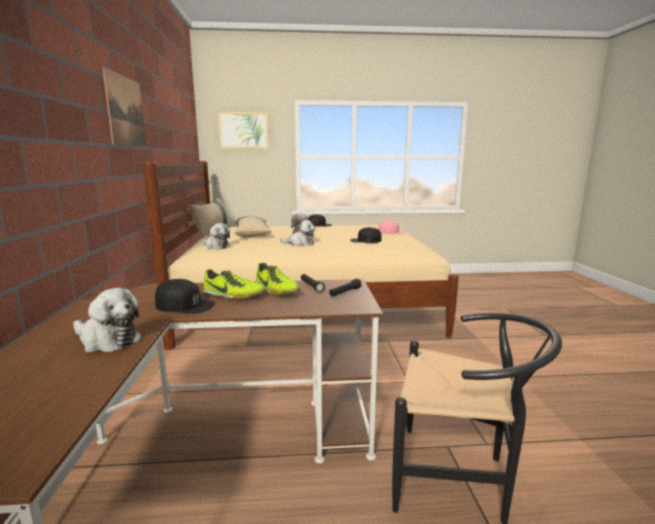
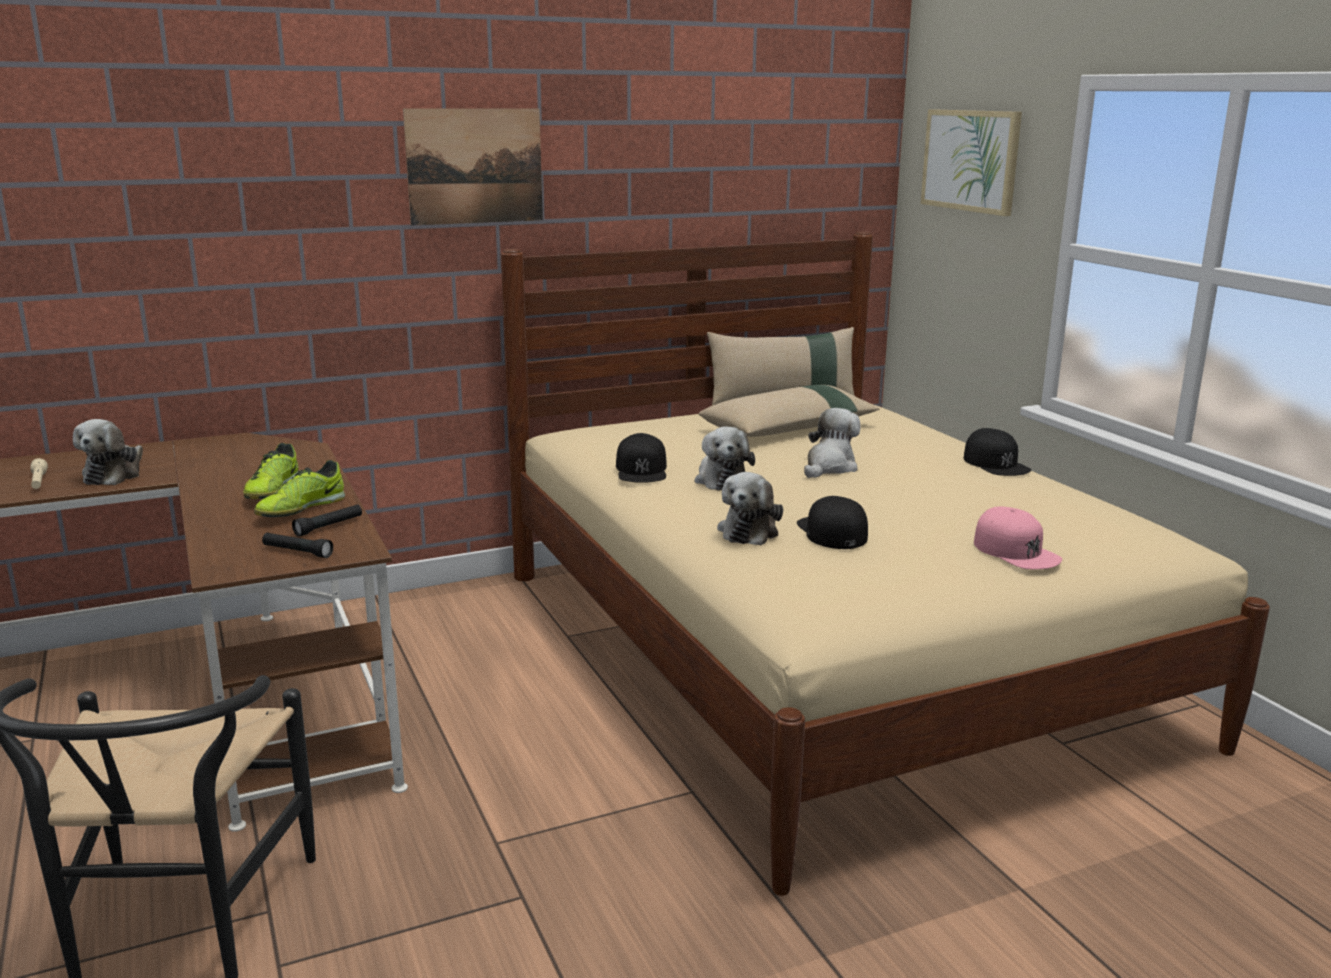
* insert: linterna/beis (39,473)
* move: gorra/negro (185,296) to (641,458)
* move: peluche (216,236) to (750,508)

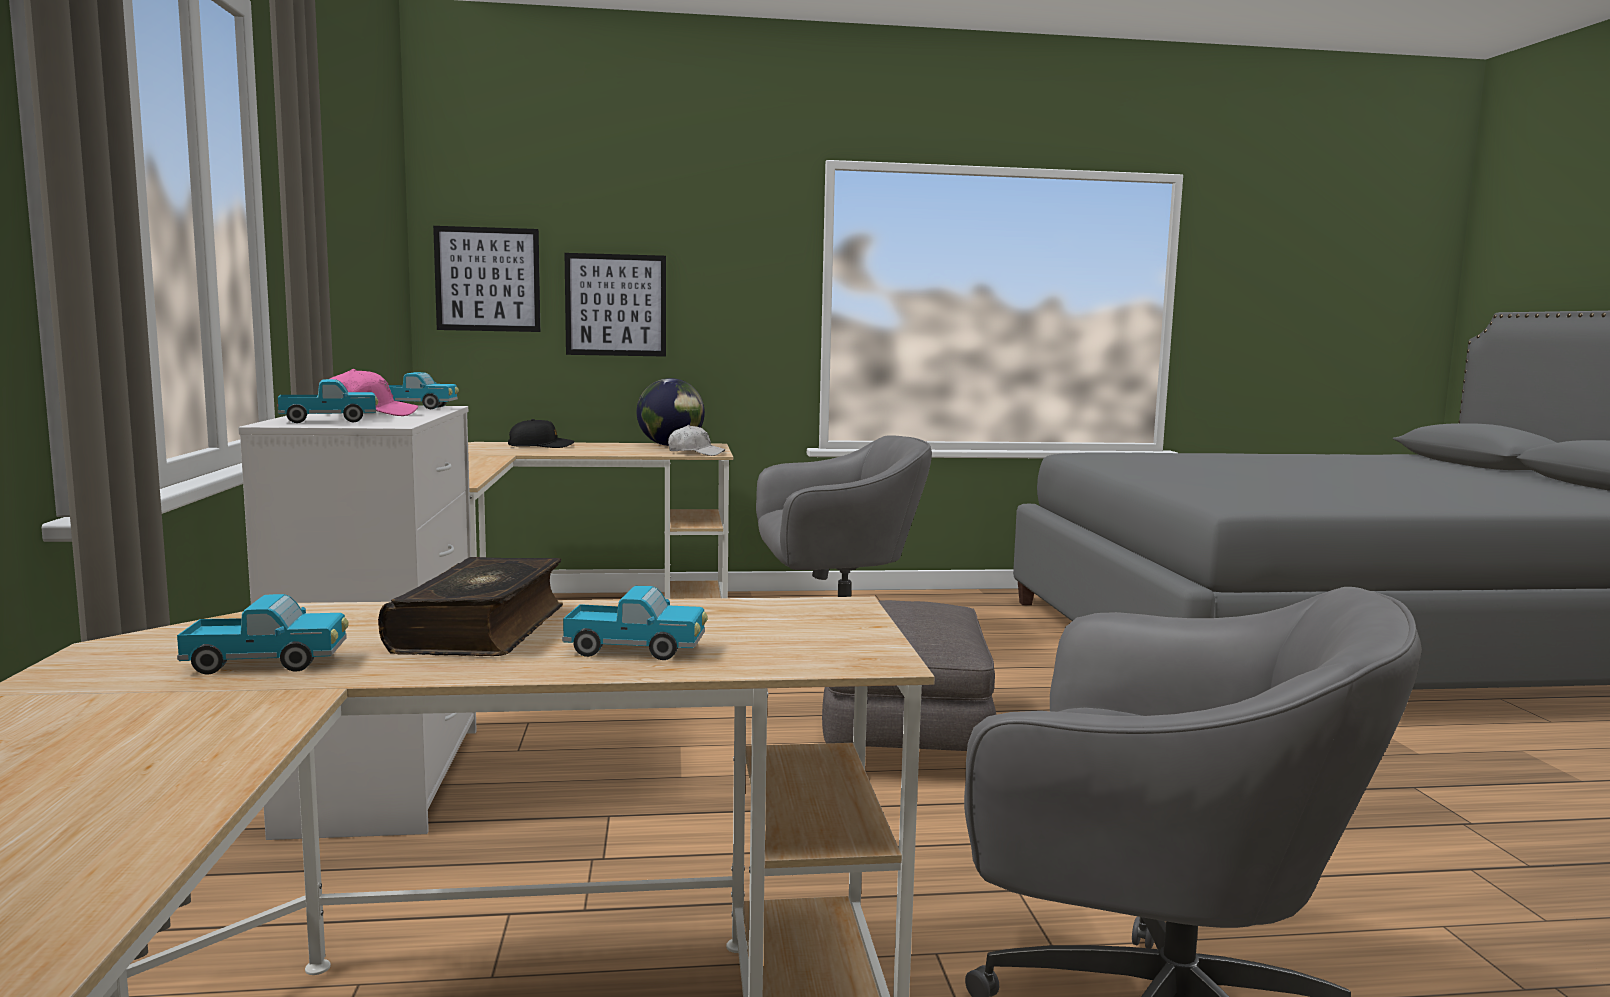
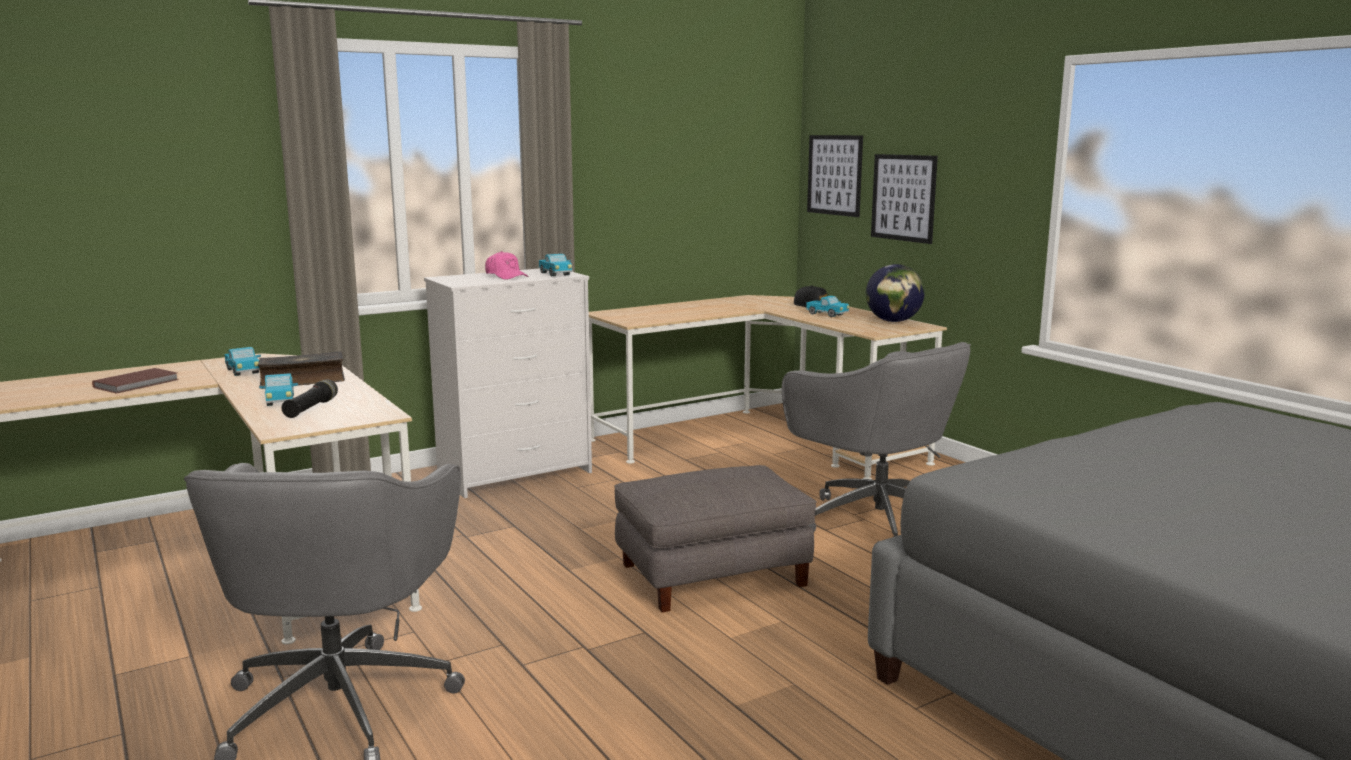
* delete: gorra/blanco (696,440)
* insert: libro/marrón (135,381)
* insert: linterna/negro (310,398)
* move: camión de juguete (327,401) to (828,306)

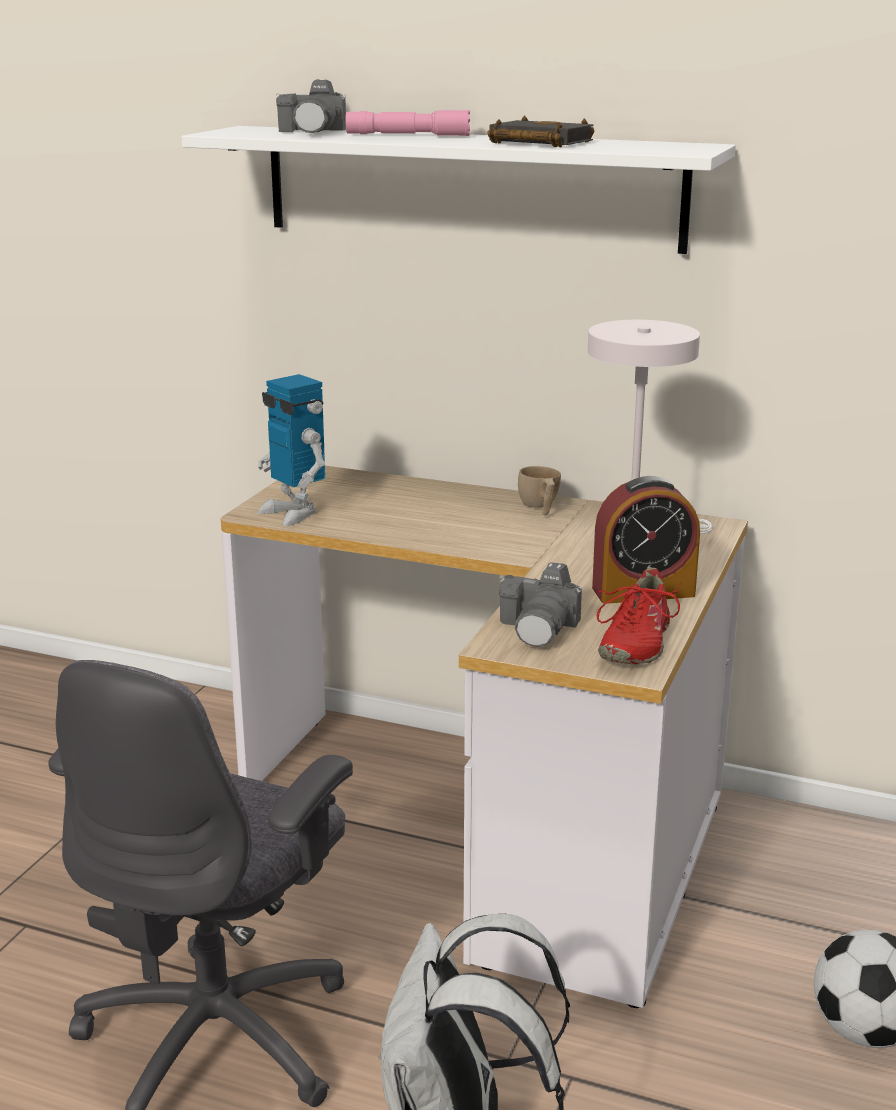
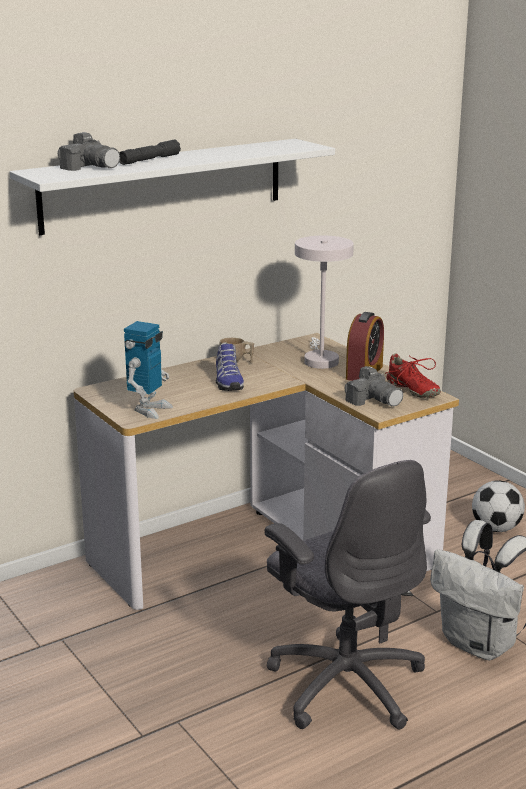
* delete: libro/negro (540,131)
* insert: zapato (230,366)
* recolor: linterna/rosa (408,123) to linterna/gris (150,152)
* rotate: robot de juguete (291,450) = (148,370) 60 degrees counterclockwise

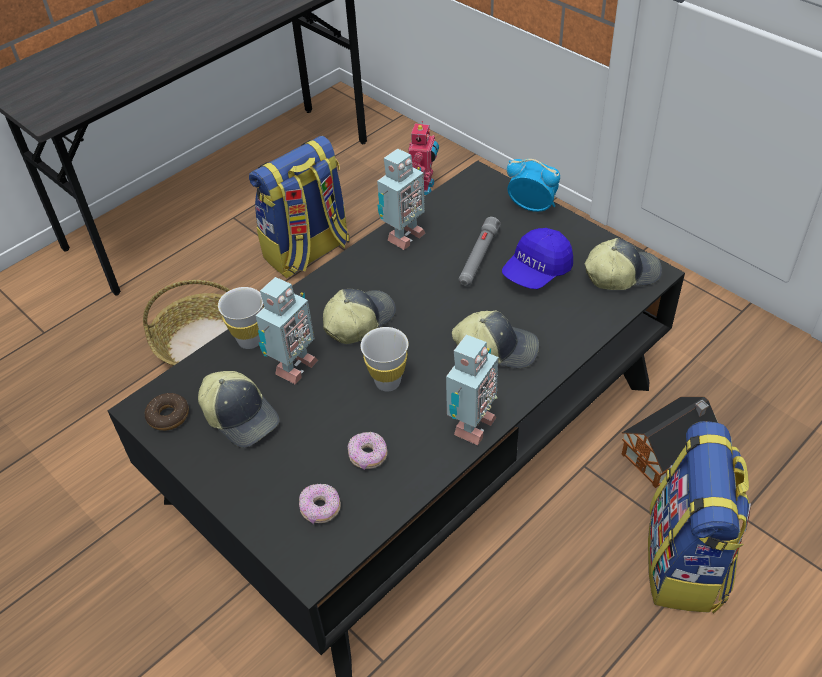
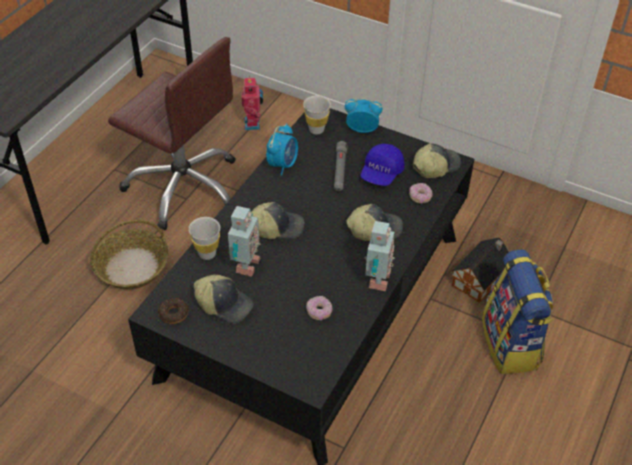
* move: rosquilla (320,504) to (421,193)
* move: taza/blanco (384,359) to (317,114)
* replace: mochila (299,207) to silla de oficina/marrón (172,133)
* replace: robot de juguete (401,199) to despertador (282,150)
* rotate: gorra (359,316) = (277,220) 60 degrees clockwise

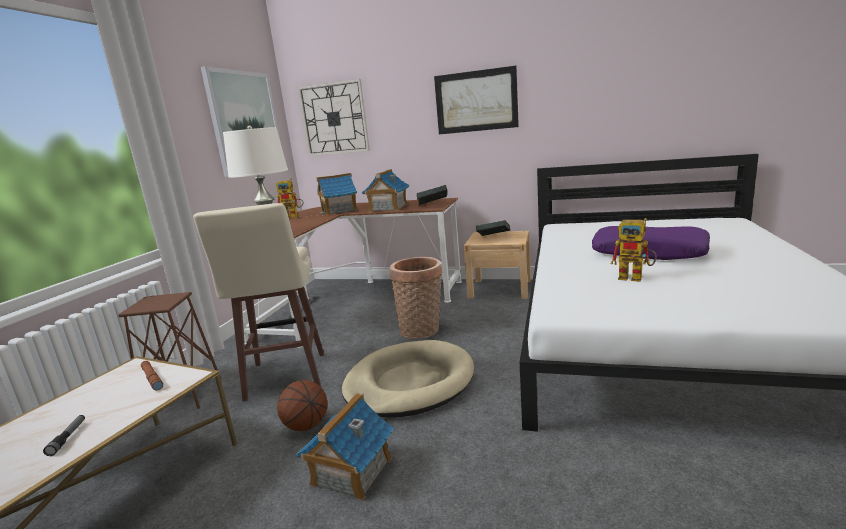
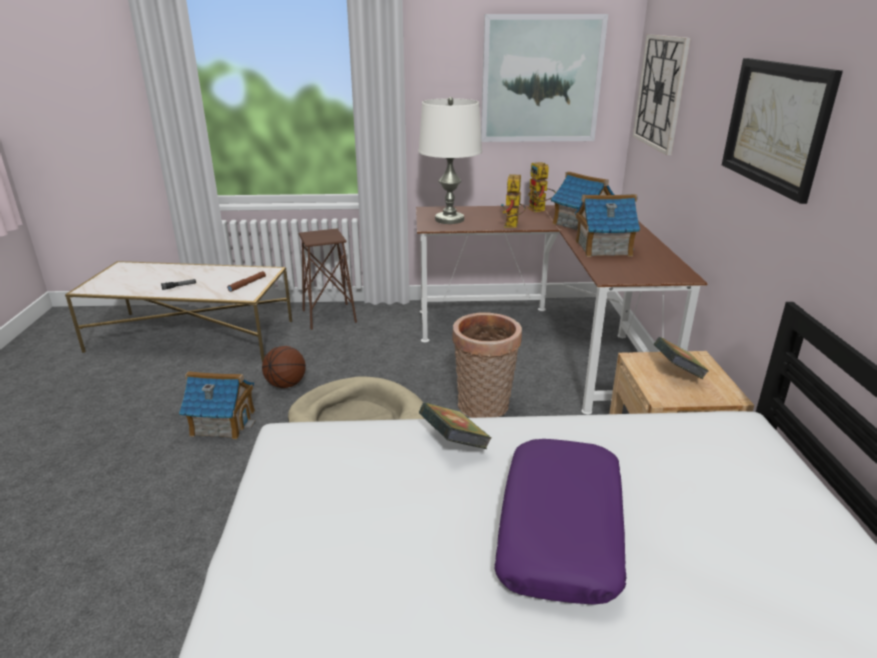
* delete: taburete/beis (258,302)
* move: libro (432,195) to (455,426)
* move: robot de juguete (634,250) to (513,201)

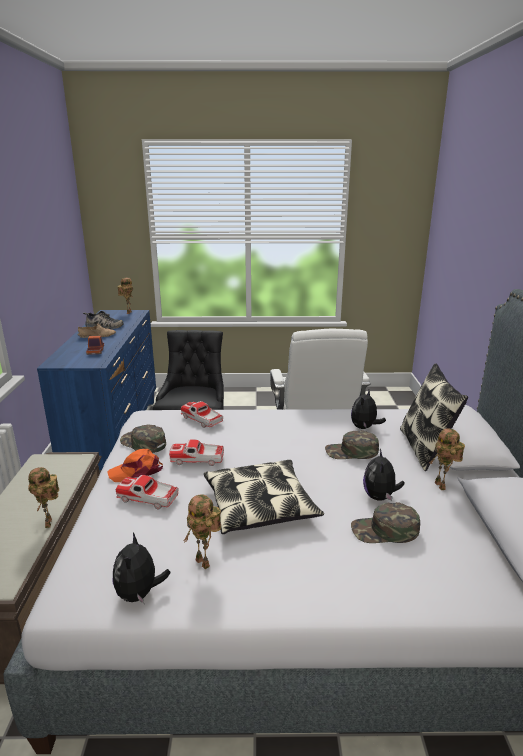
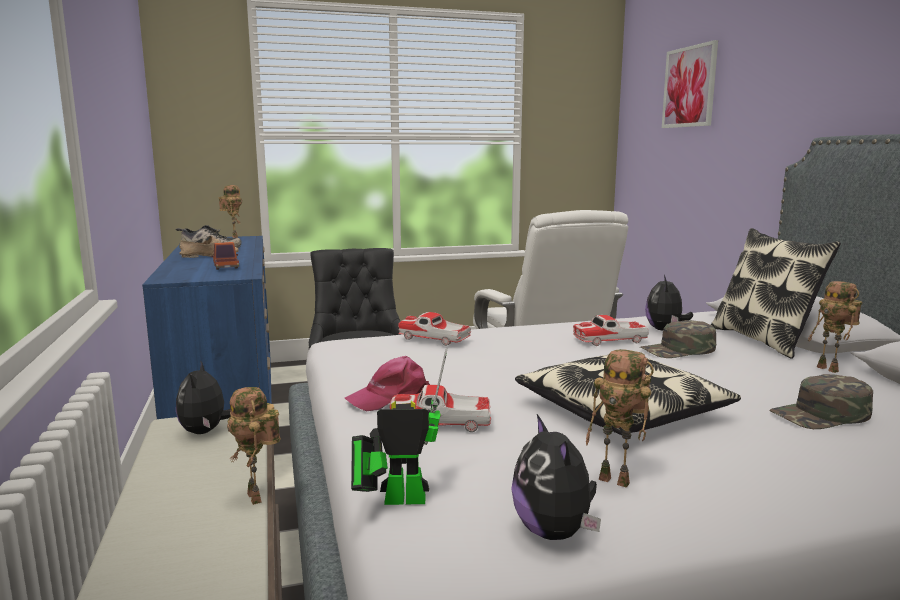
* delete: gorra/verde (143,439)
* insert: robot de juguete (399,426)
* insert: cuadro (690,84)
* move: coche de juguete (196,452) to (611,330)
* move: peluche (384,475) to (203,397)
* recolor: gorra/naranja (135,465) to gorra/rosa (387,383)

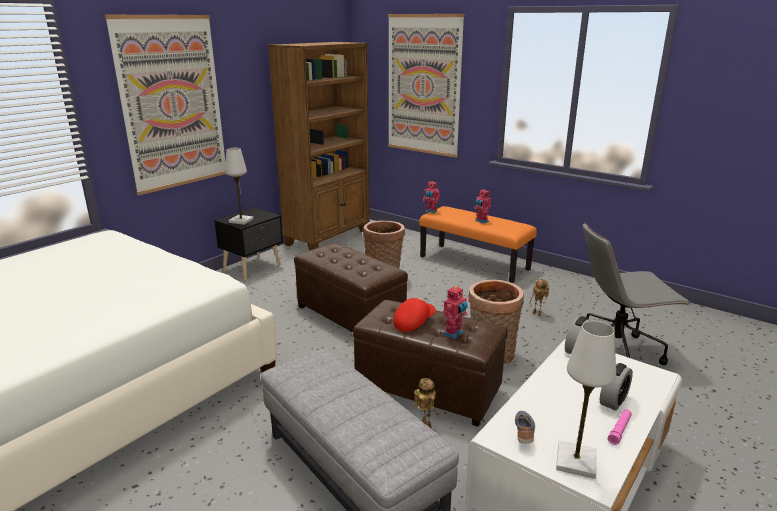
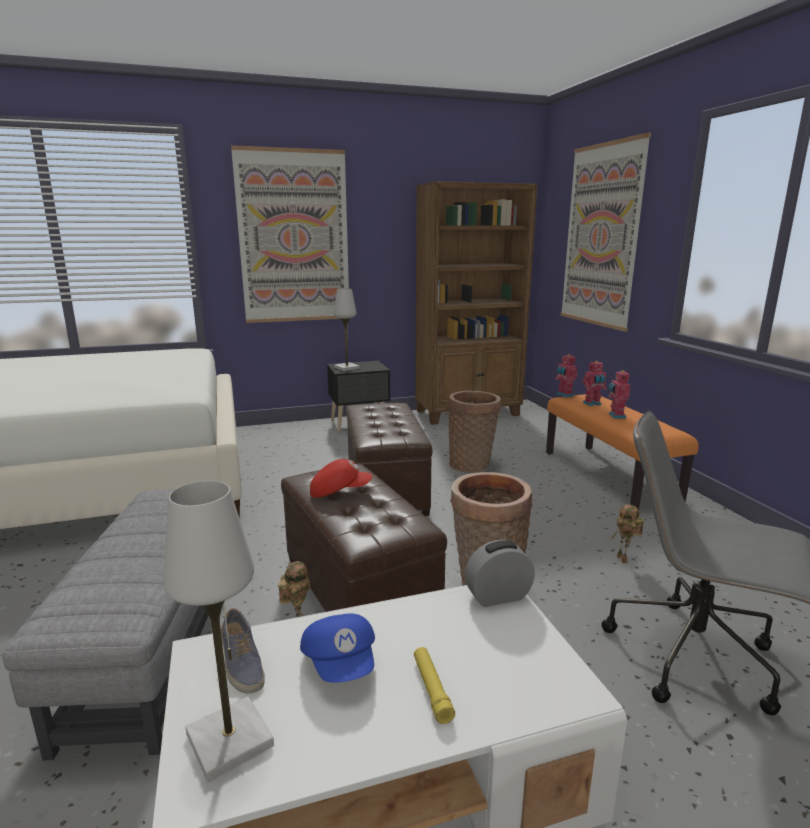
* delete: linterna/rosa (620,427)
* insert: gorra/azul (337,648)
* move: robot de juguete (455,312) to (595,383)
* replace: despertador (616,387) to linterna/amarillo (434,685)
* rotate: zapato (525,427) = (243,651) 105 degrees clockwise

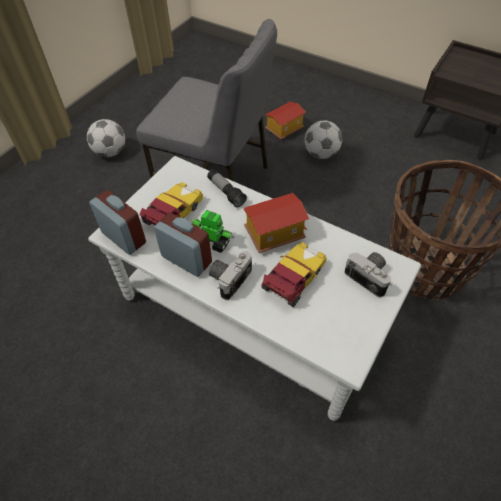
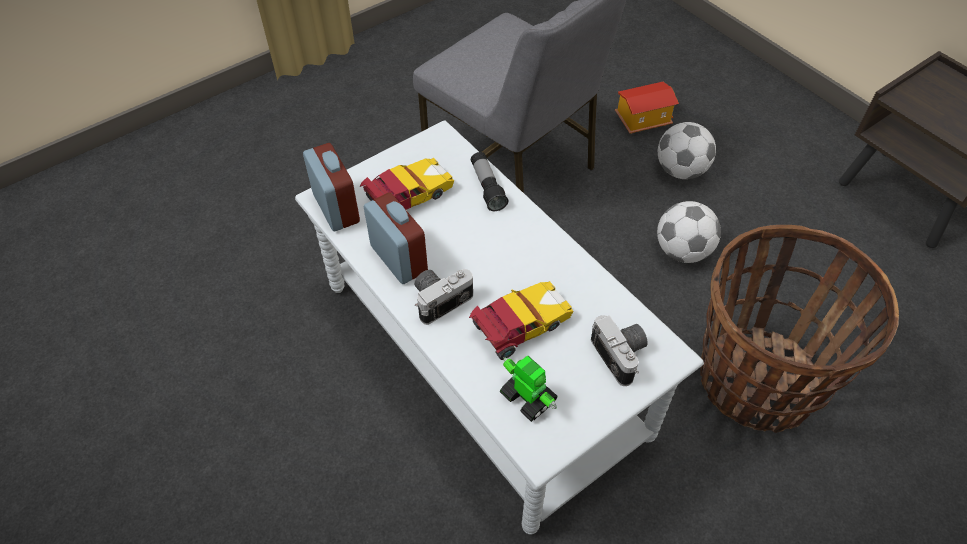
* delete: casita (276,223)
* move: balón de fútbol (106,138) to (689,232)
* move: robot de juguete (212,231) to (529,389)

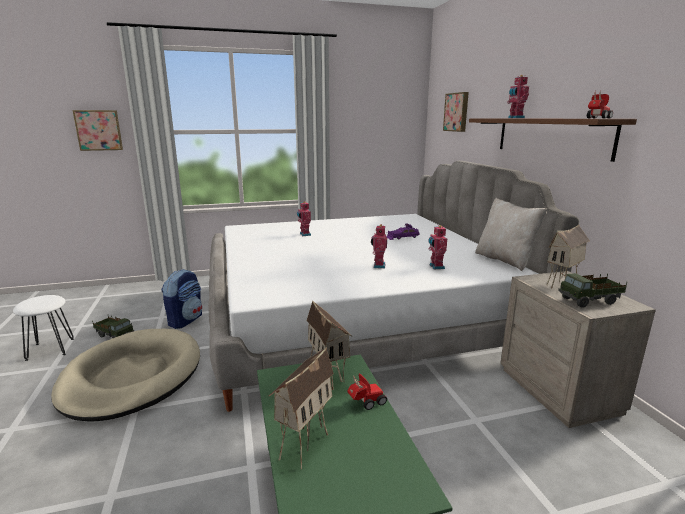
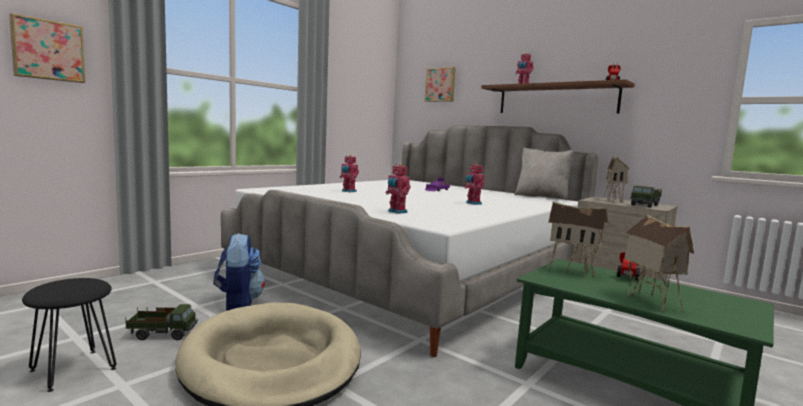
* move: robot de juguete (437,247) to (398,189)
* recolor: taburete/blanco (43,328) to taburete/negro (69,335)

